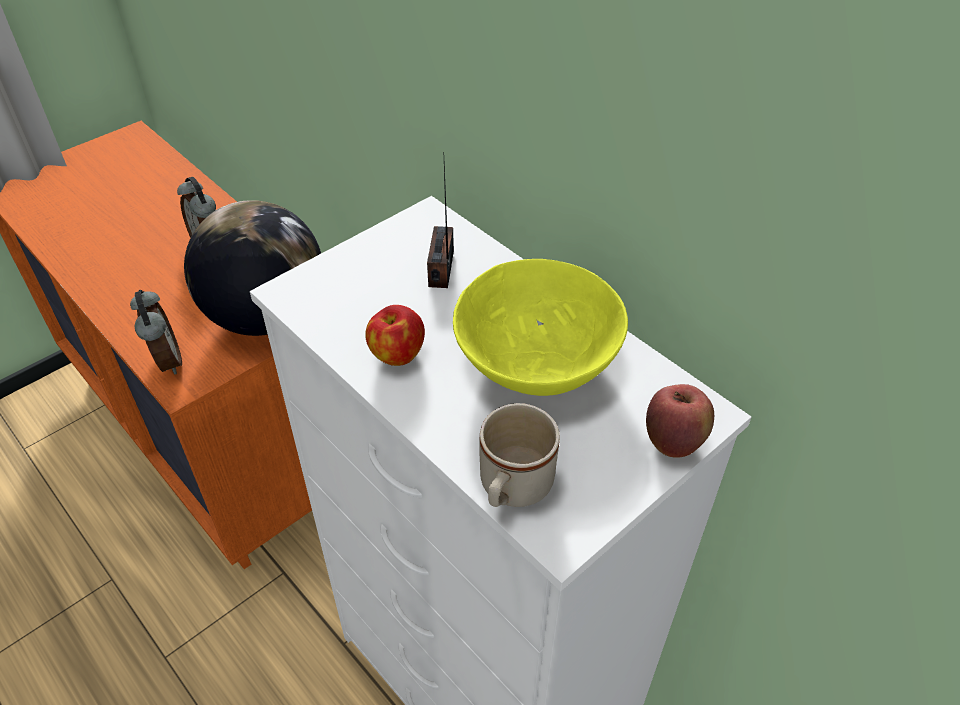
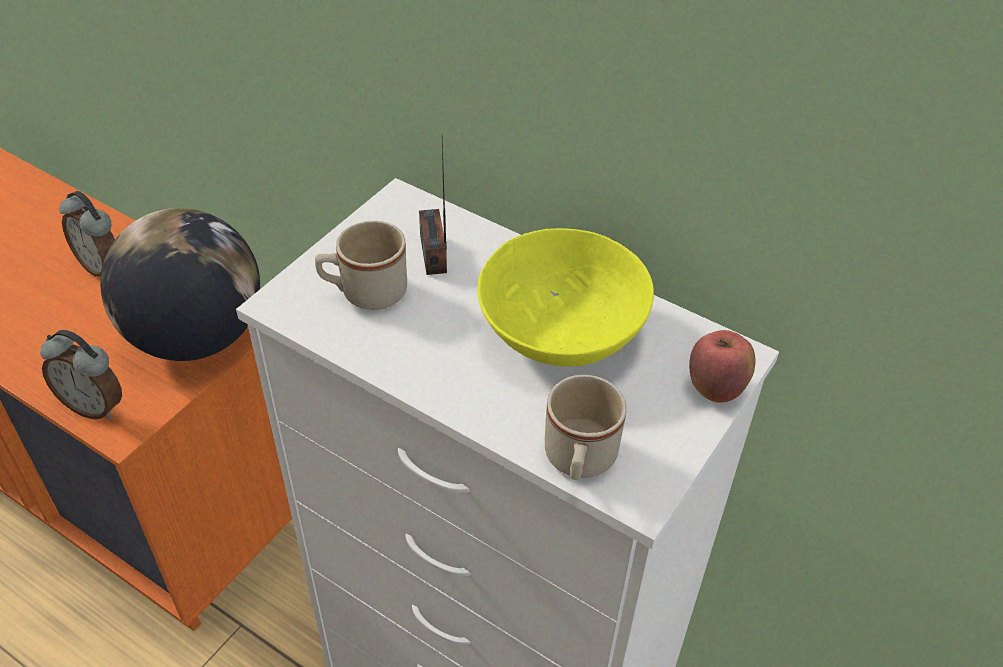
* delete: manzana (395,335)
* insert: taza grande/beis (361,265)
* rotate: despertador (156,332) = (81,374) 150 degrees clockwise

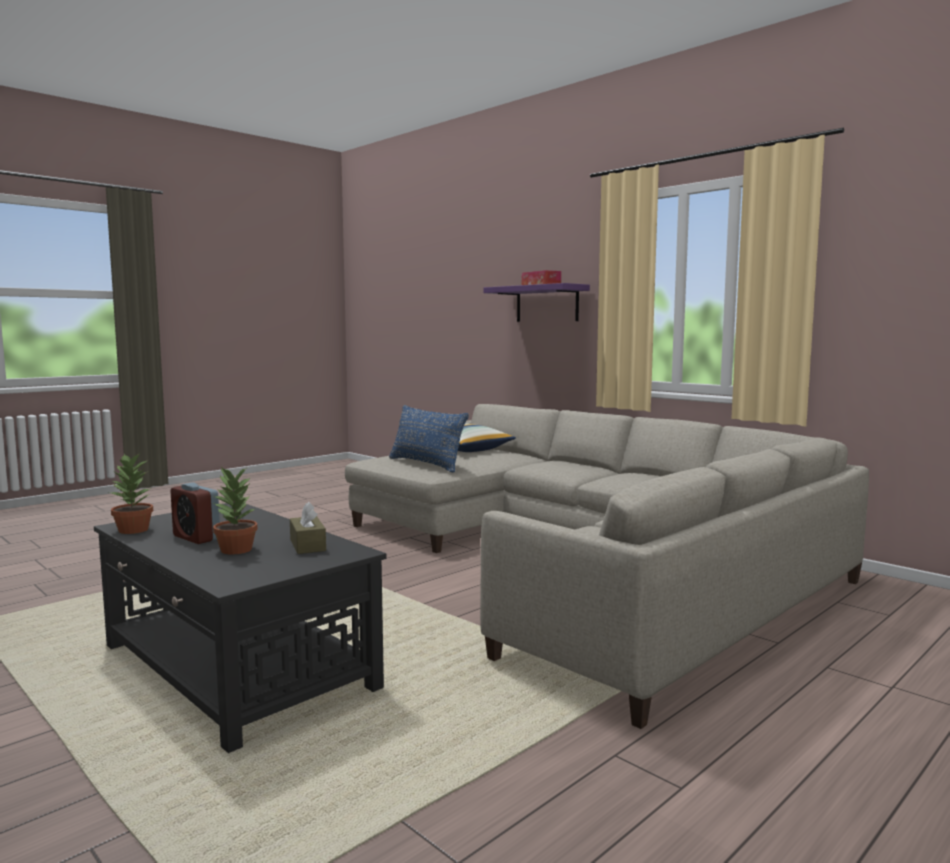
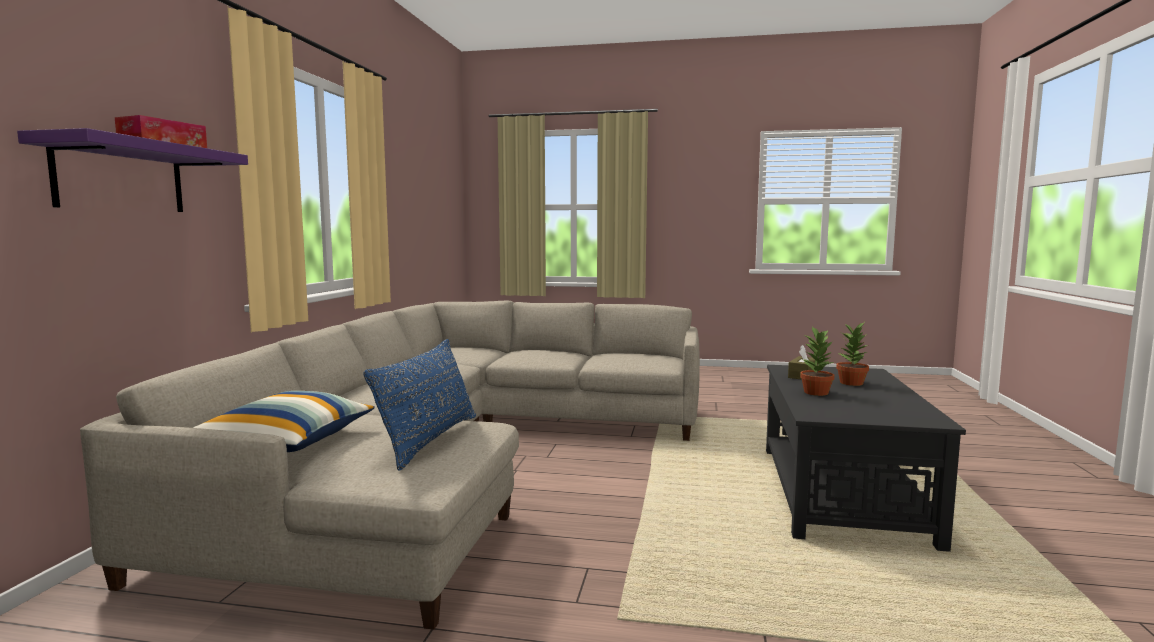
* delete: despertador (195,513)
* move: planta en maceta (131,493) to (818,361)

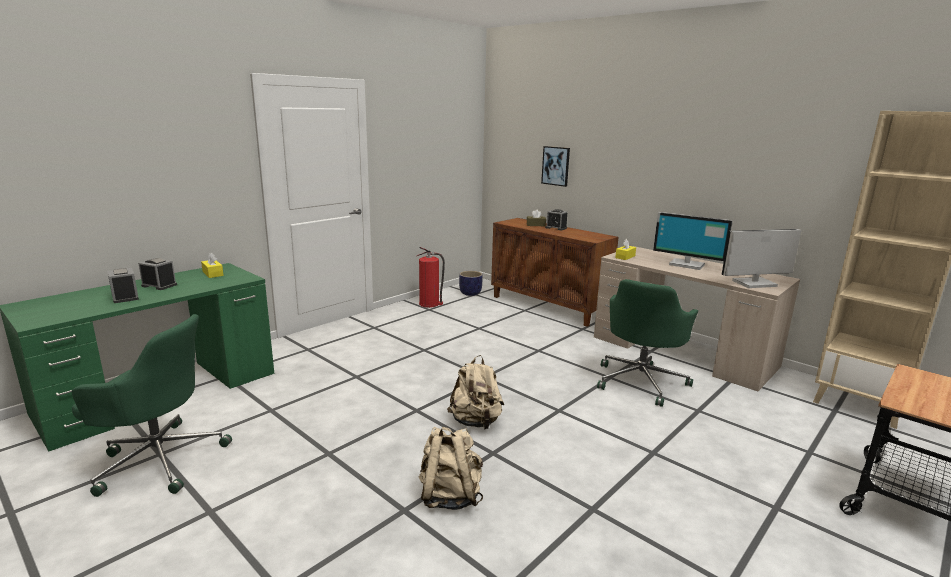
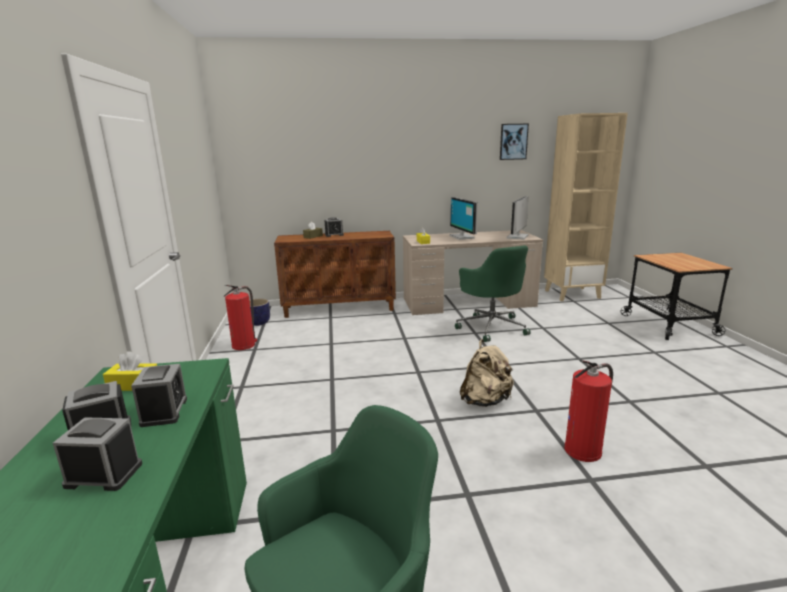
* insert: despertador (159,395)
* move: cuadro (555,166) to (514,141)
* replace: mochila/beis (451,468) to extintor (588,411)
* rotate: monitor (693,241) = (464,218) 90 degrees clockwise

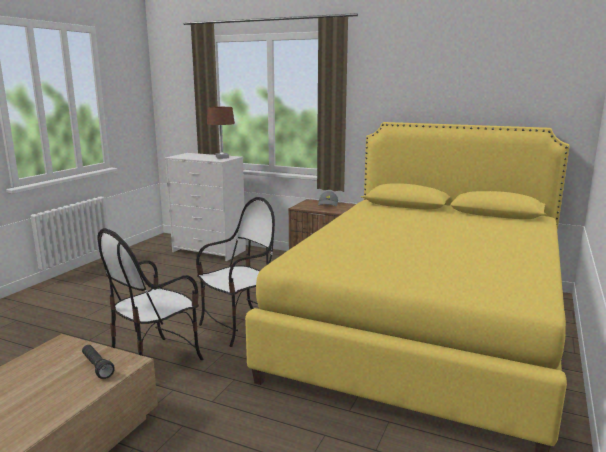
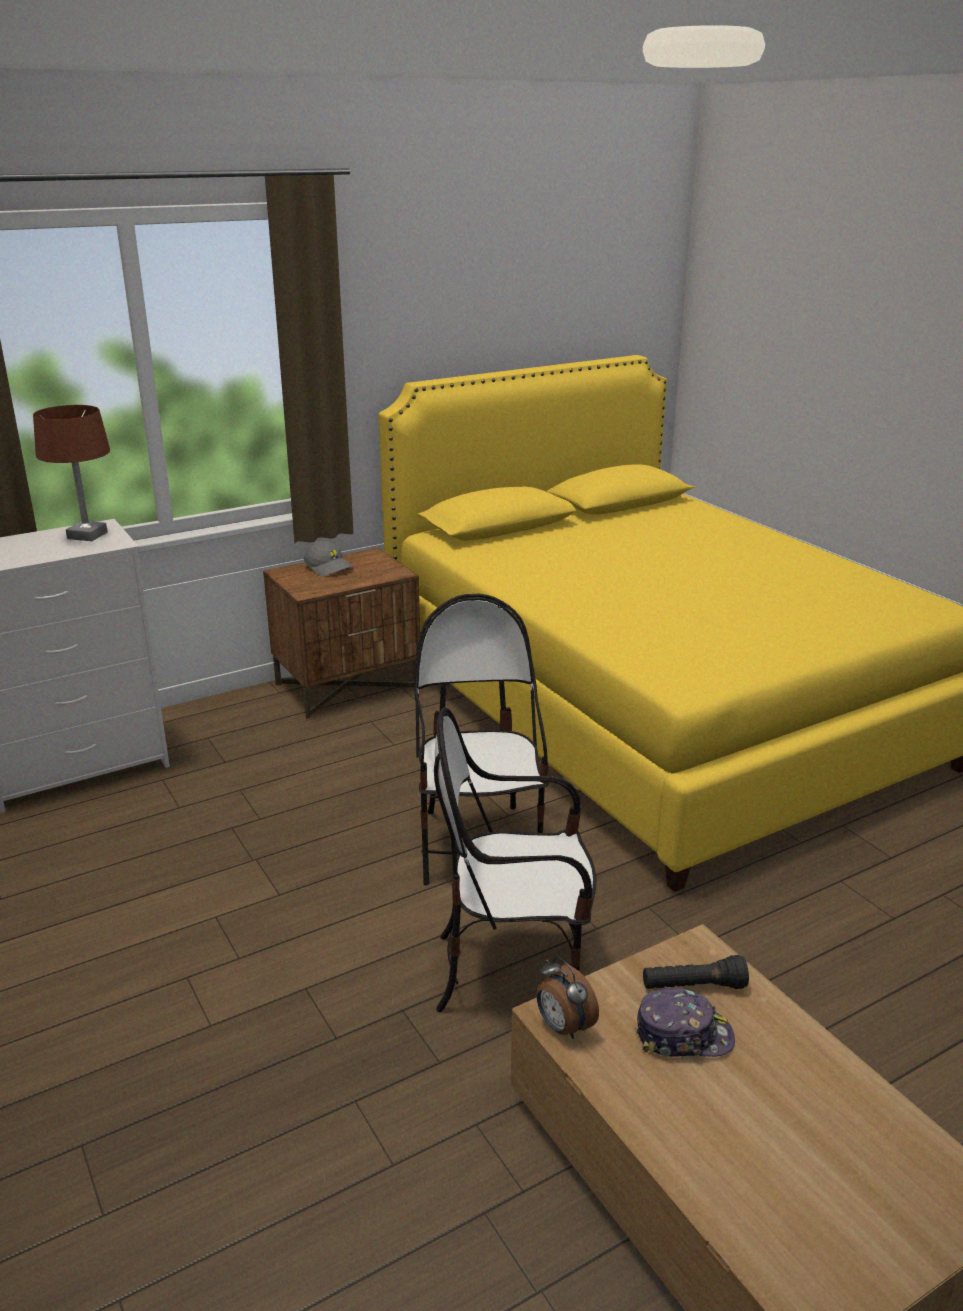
* insert: despertador (567,998)
* insert: gorra (685,1022)
* rotate: silla (150,294) = (515,860) 105 degrees clockwise

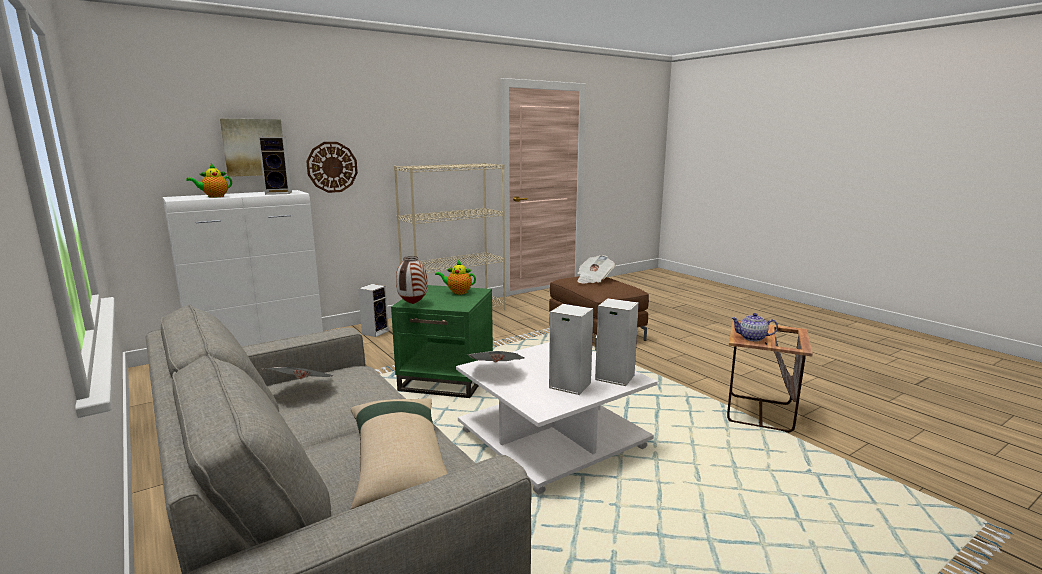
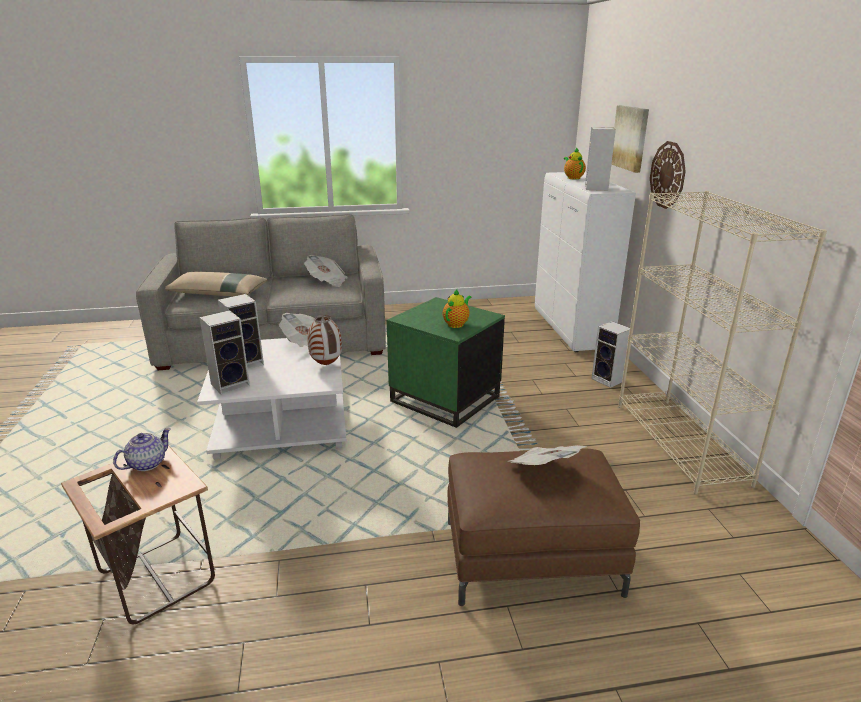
* move: florero (412,280) to (325,340)

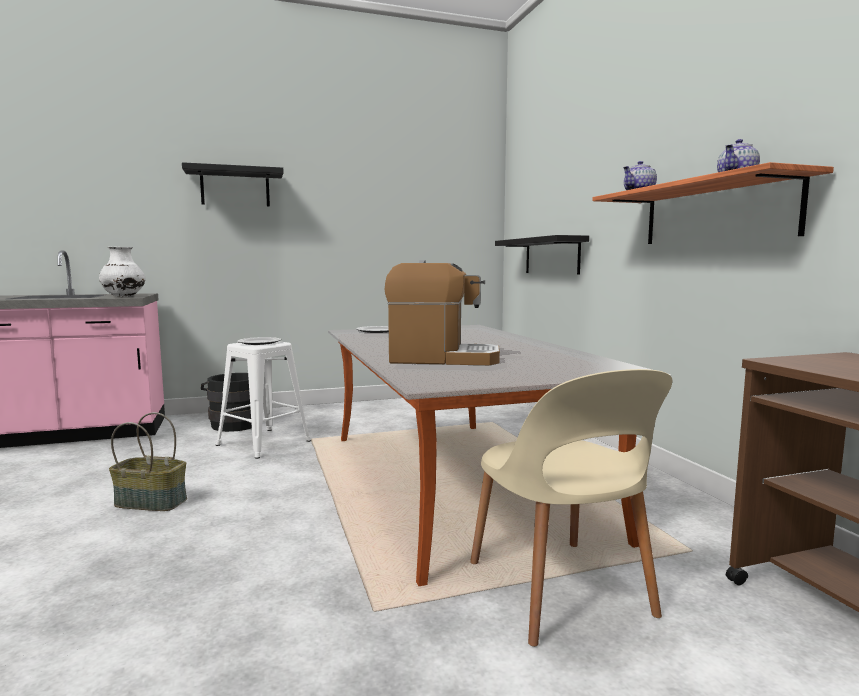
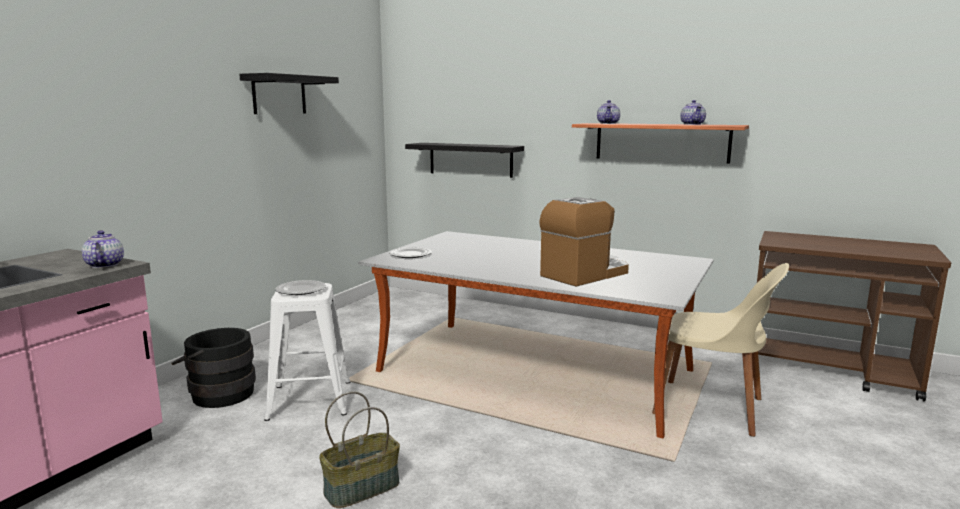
* move: estante/negro (233,184) to (289,93)
* replace: florero/blanco (122,272) to tetera (103,249)

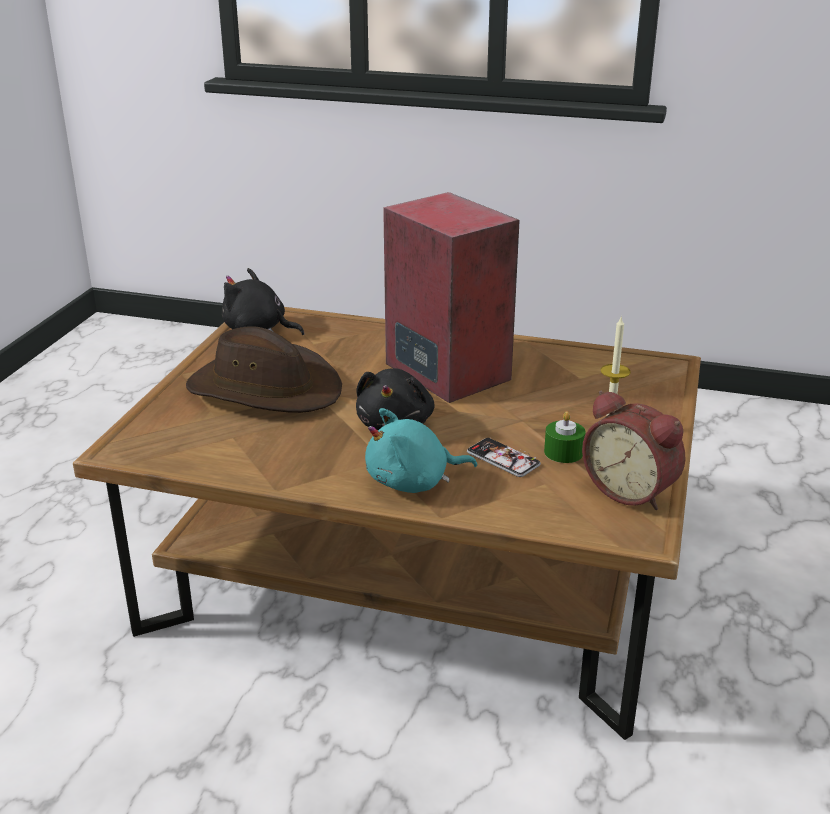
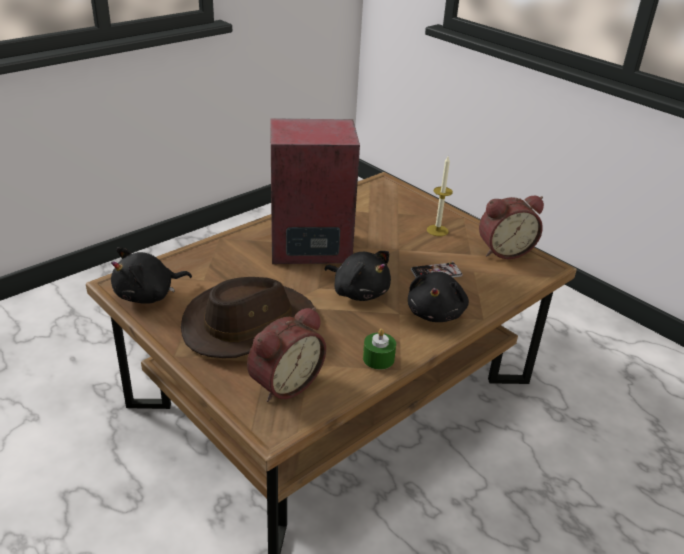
* insert: despertador (286,354)
* move: vela/verde (564,437) to (379,349)
* recolor: peluche/turquesa (421,450) to peluche/negro (438,297)

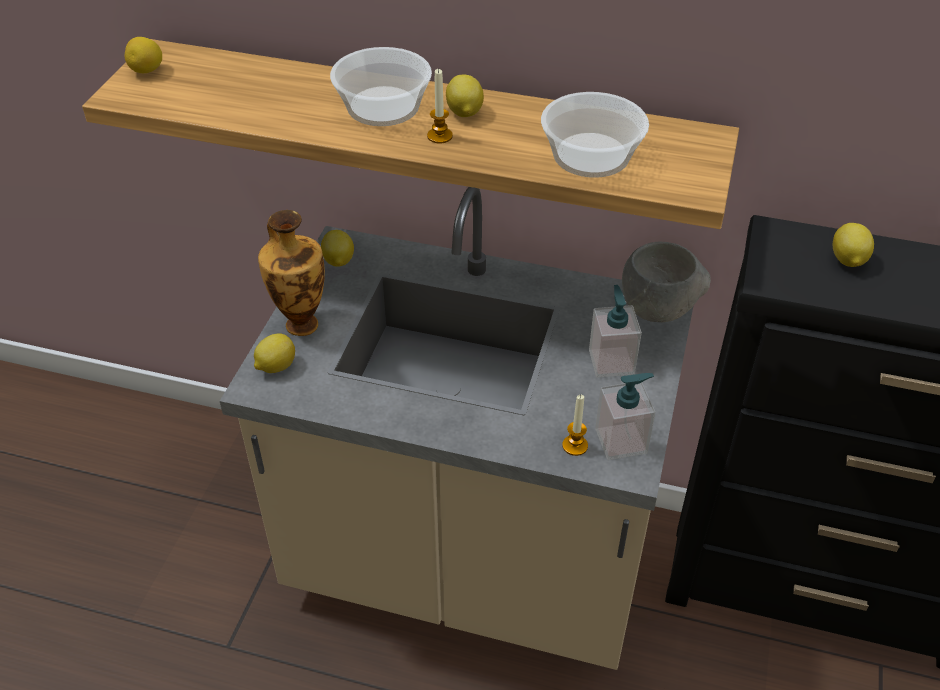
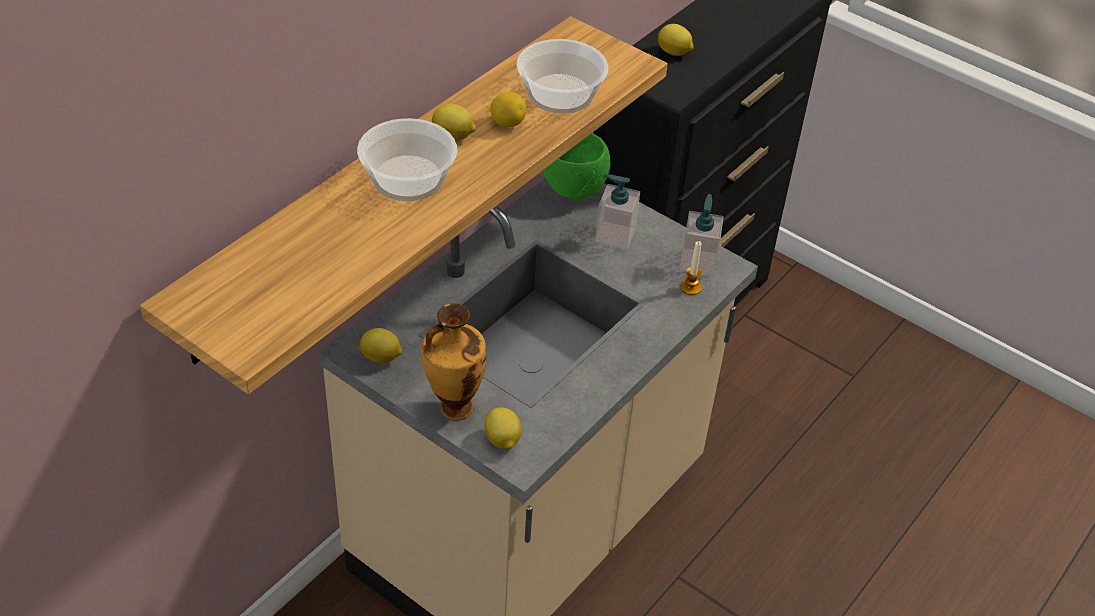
* delete: vela (440,106)
* move: limón (143,55) to (508,109)
* recolor: cuenco/gris (666,281) to cuenco/verde (577,166)

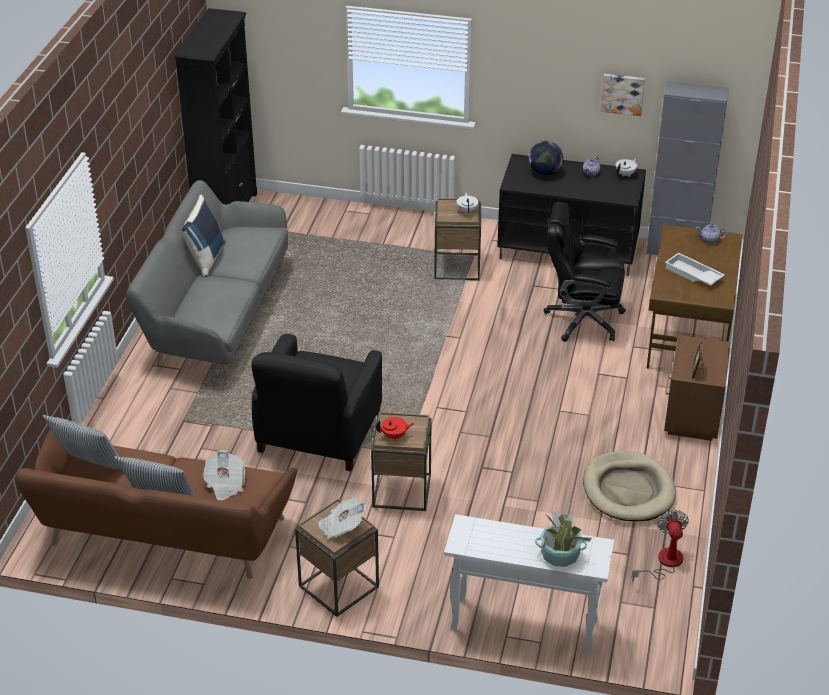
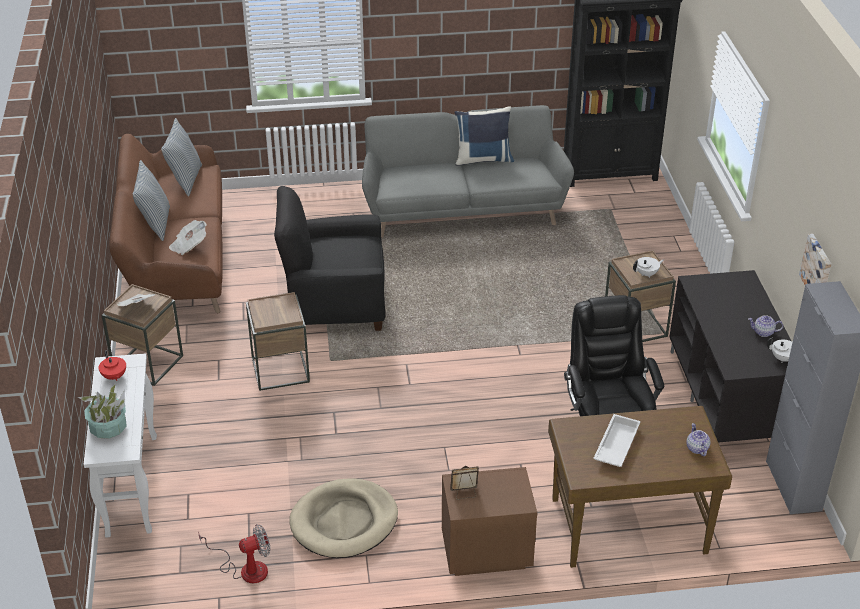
* delete: globo terráqueo (546,158)
* move: tetera/rojo (395,429) to (112,365)

